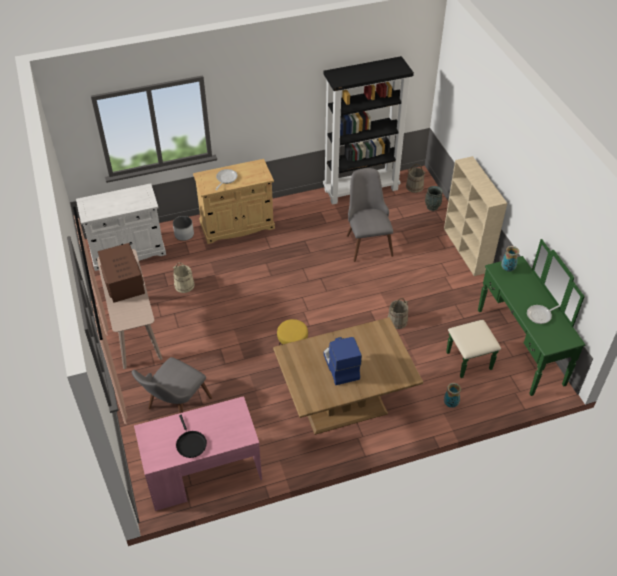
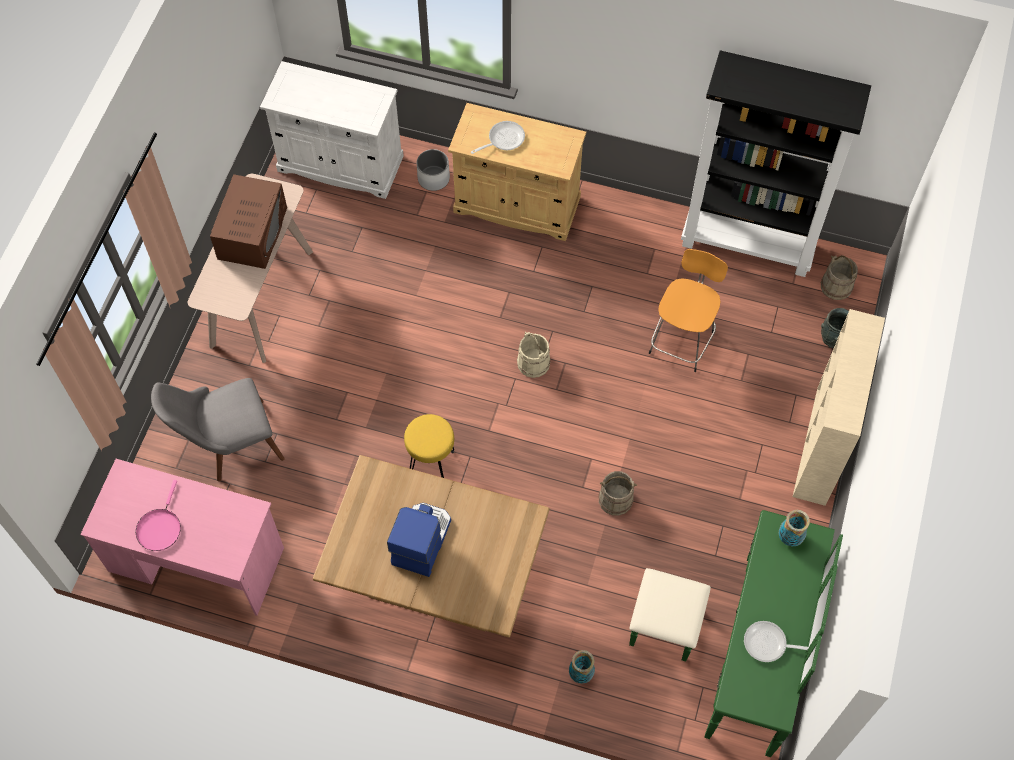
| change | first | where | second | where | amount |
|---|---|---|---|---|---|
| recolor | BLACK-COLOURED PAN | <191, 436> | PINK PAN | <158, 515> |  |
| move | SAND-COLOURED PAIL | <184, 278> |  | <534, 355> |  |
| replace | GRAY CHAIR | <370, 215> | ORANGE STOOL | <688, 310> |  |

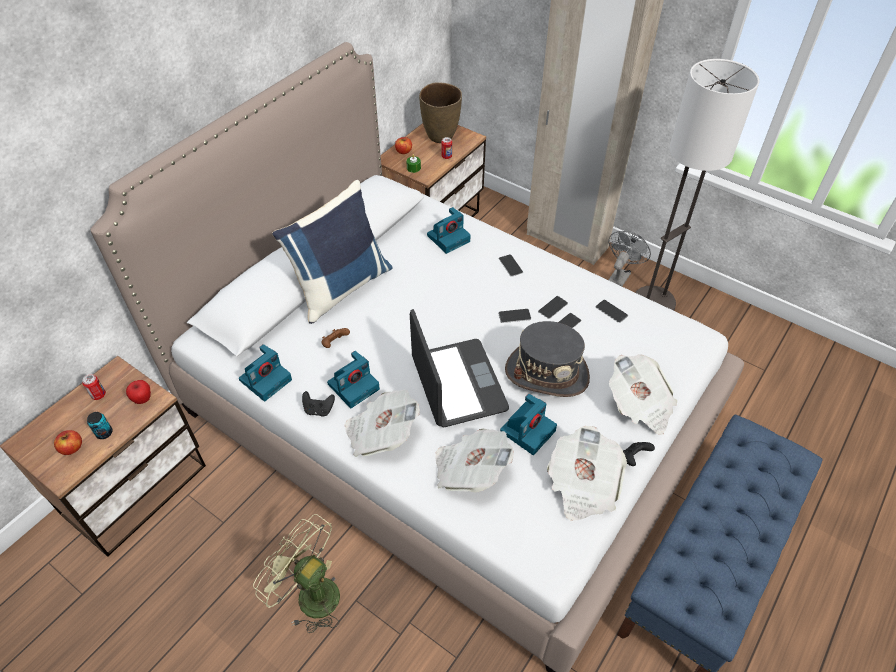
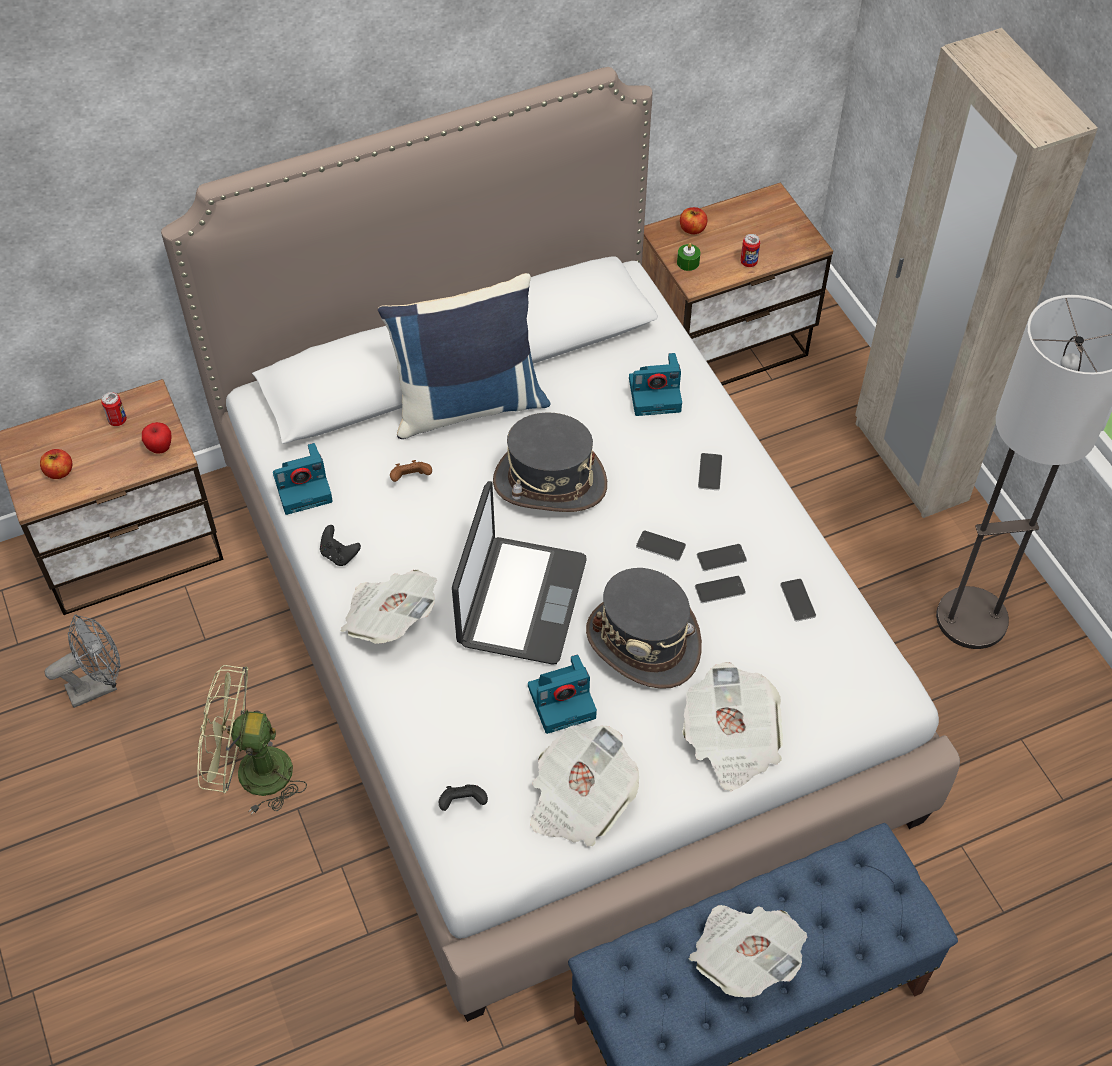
| change | first | where | second | where | amount |
|---|---|---|---|---|---|
| move | GRAY ELECTRIC FAN | <630, 258> |  | <83, 661> |  |
| rotate | GREEN ELECTRIC FAN | <296, 573> |  | <252, 740> | 60 degrees counterclockwise |
| move | BLACK-COLOURED GAME CONTROLLER | <639, 454> |  | <463, 797> |  |
| insert |  |  | GRAY HAT | <550, 462> |  |
| move | NEWSPAPER | <474, 460> |  | <748, 951> |  |
| delete | SEALED CAN | <100, 425> |  |  |  |
| delete | PHOTO CAMERA | <353, 379> |  |  |  |
| delete | BROWNISH FLOWER VASE | <440, 112> |  |  |  |

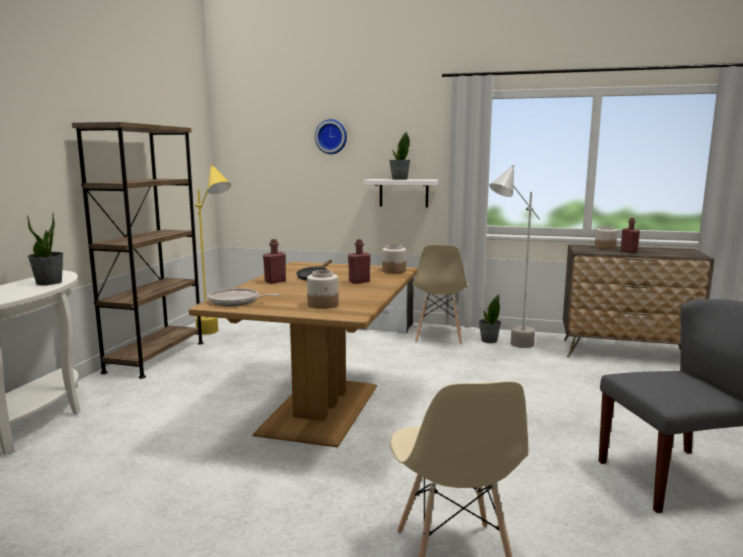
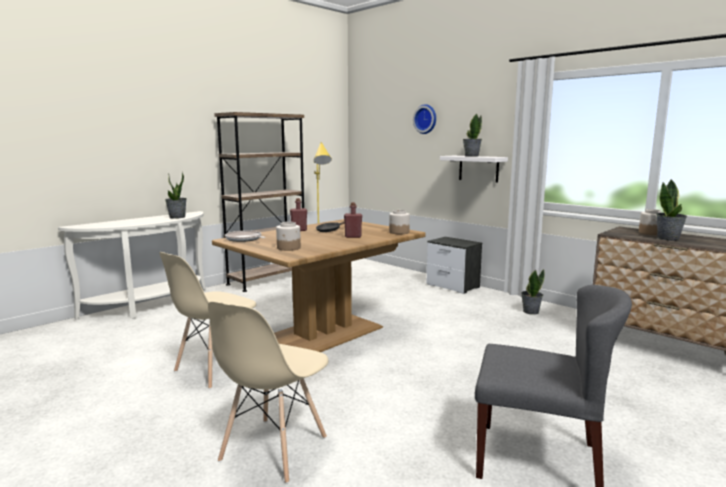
| change | first | where | second | where | amount |
|---|---|---|---|---|---|
| move | SAND-COLOURED CHAIR | <441, 295> |  | <207, 320> |  |
| replace | RED-COLOURED BOTTLE | <630, 235> | POTTED PLANT | <671, 210> |  |
| delete | GRAY STANDARD LAMP | <514, 256> |  |  |  |

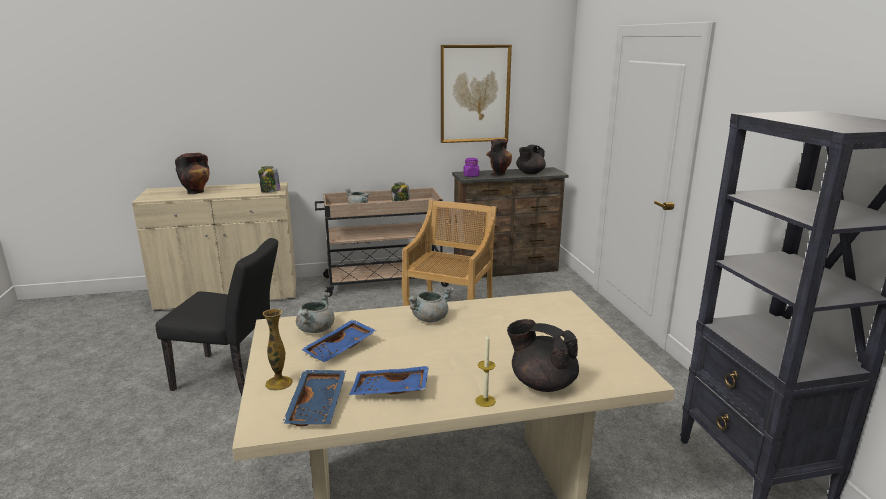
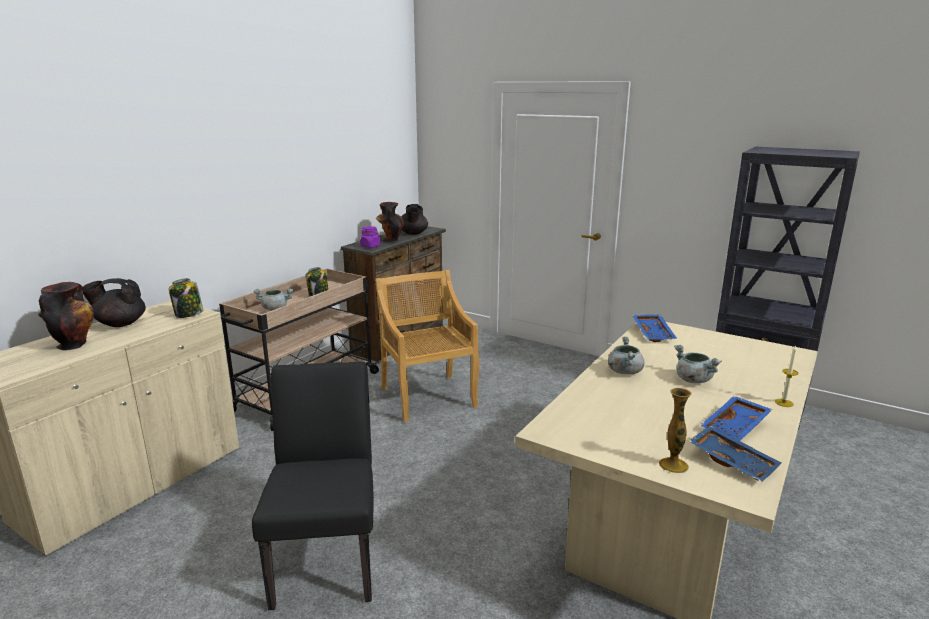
| change | first | where | second | where | amount |
|---|---|---|---|---|---|
| move | BLACK-COLOURED POT FOR TEA | <543, 355> |  | <114, 302> |  |
| rotate | BLACK-COLOURED CHAIR | <216, 317> |  | <313, 486> | 60 degrees counterclockwise |
| move | BLUE TRAY | <338, 340> |  | <654, 328> |  |
| move | GRAY COOKING POT | <315, 312> |  | <698, 364> |  |
| delete | WALL ART | <476, 94> |  |  |  |

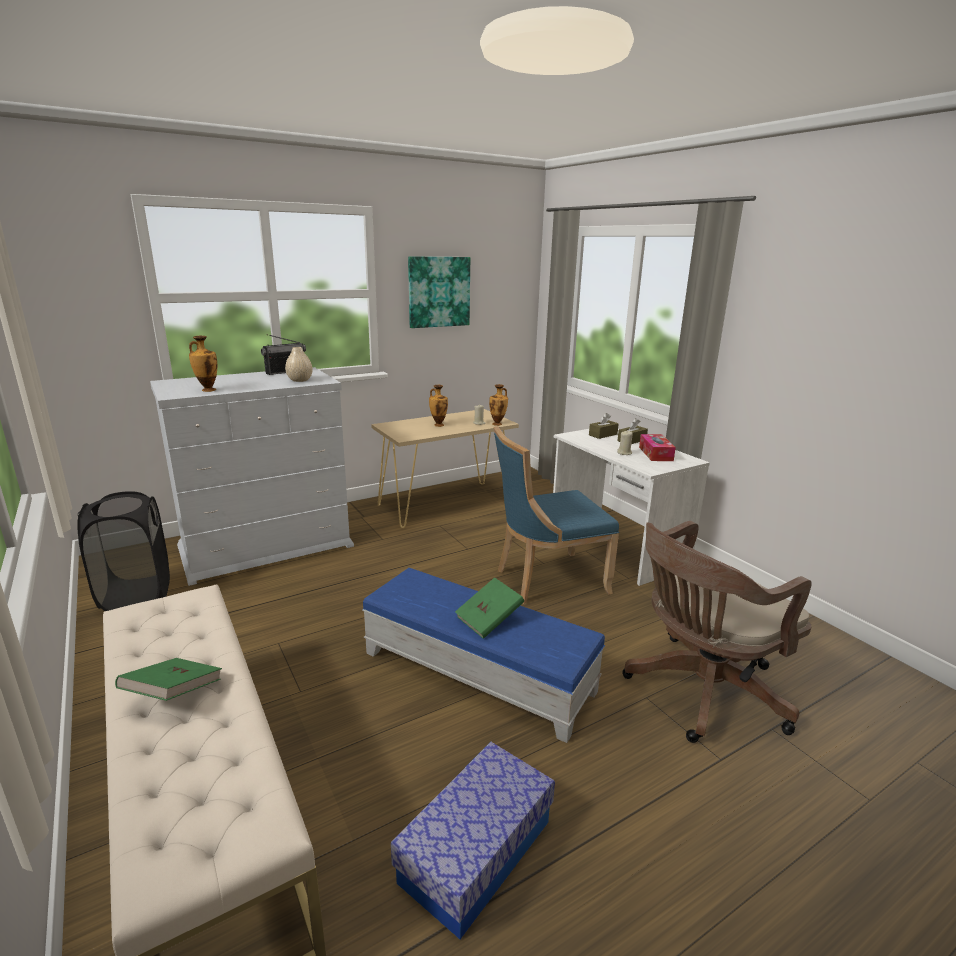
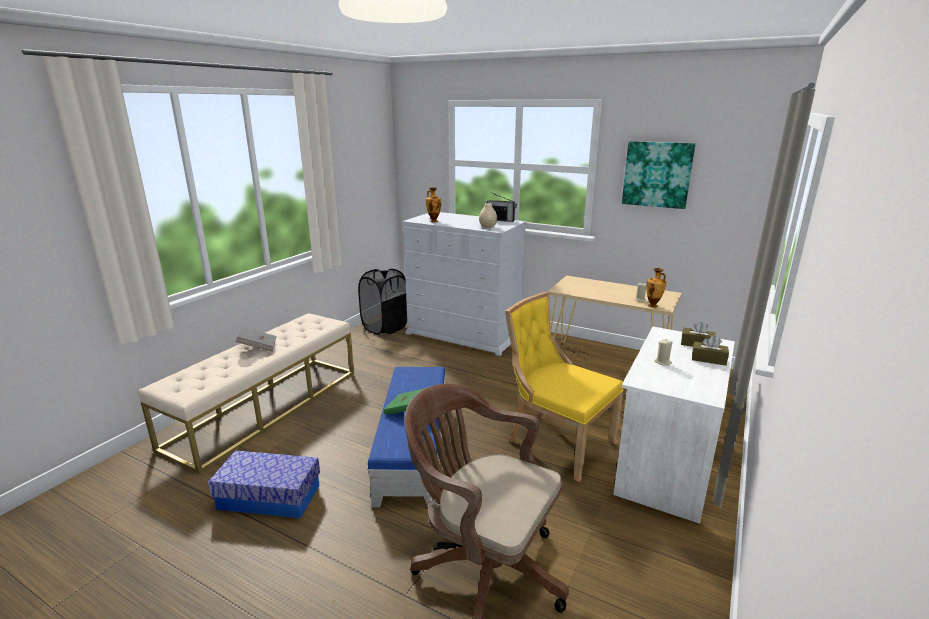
| change | first | where | second | where | amount |
|---|---|---|---|---|---|
| recolor | GREEN BOOK | <168, 679> | GRAY BOOK | <256, 338> |  |
| recolor | BLUE CHAIR | <556, 515> | YELLOW-COLOURED CHAIR | <564, 387> |  |
| delete | FLOWER VASE | <438, 406> |  |  |  |
| delete | TISSUE HOLDER | <657, 447> |  |  |  |

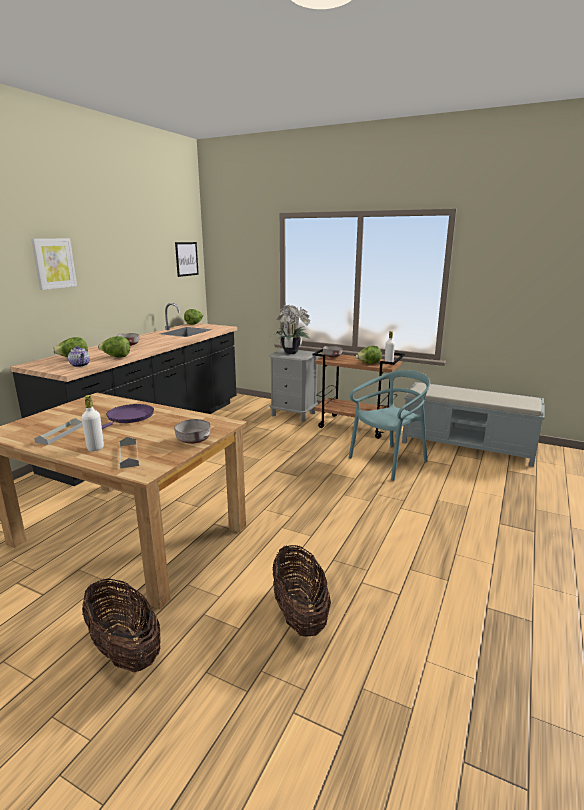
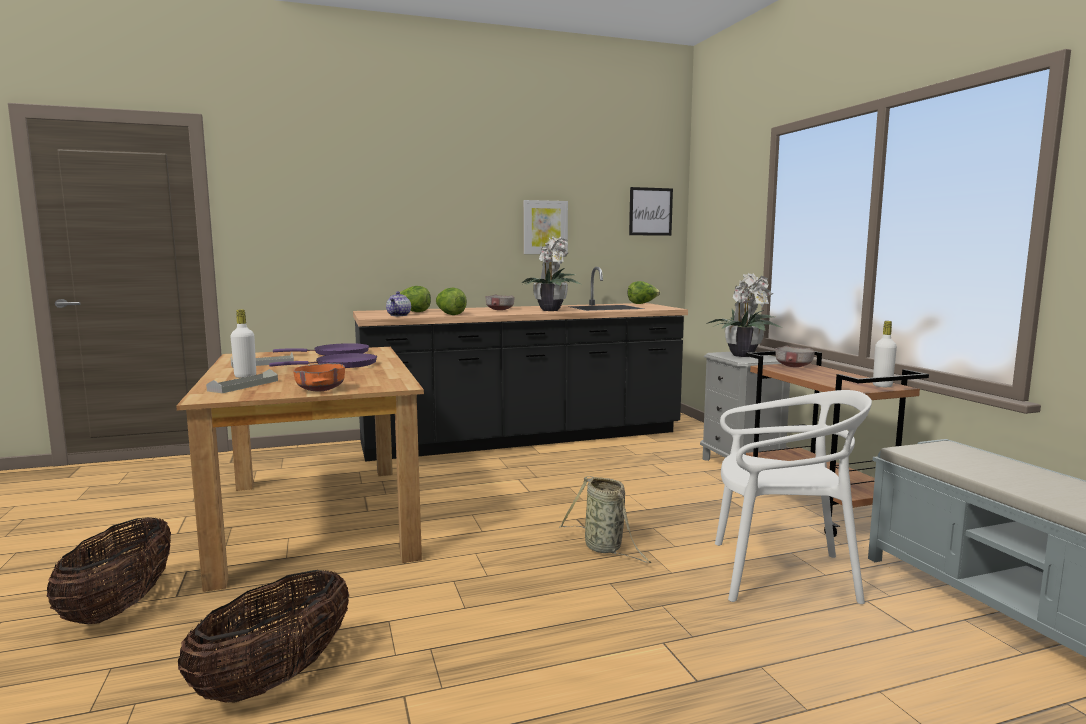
| change | first | where | second | where | amount |
|---|---|---|---|---|---|
| insert |  |  | PURPLE PAN | <321, 349> |  |
| recolor | GRAY DEEP DISH | <192, 431> | ORANGE DEEP DISH | <319, 377> |  |
| insert |  |  | POTTED PLANT | <551, 273> |  |
| move | WALL ART | <54, 264> |  | <545, 227> |  |
| insert |  |  | BASKET | <605, 519> |  |
| recolor | BLUE-GREEN CHAIR | <389, 425> | WHITE-COLOURED CHAIR | <793, 497> |  |
| delete | LETTUCE | <369, 355> |  |  |  |

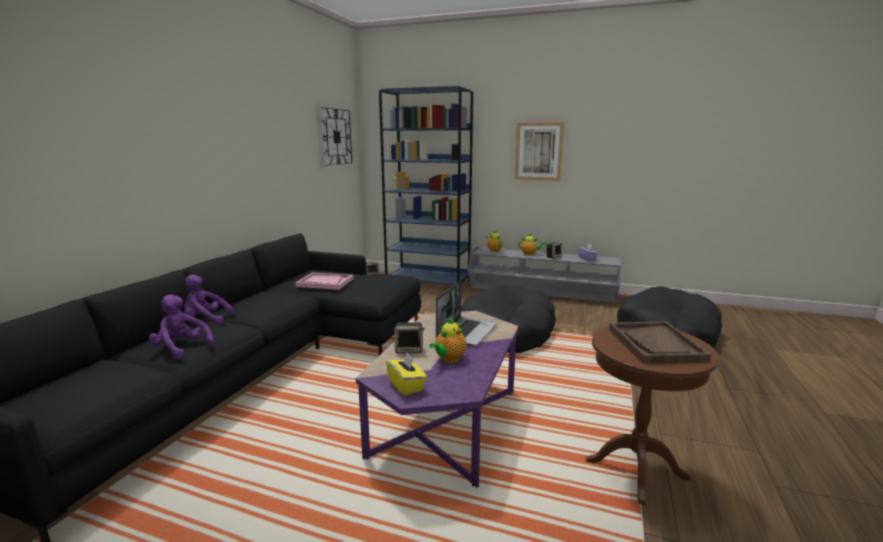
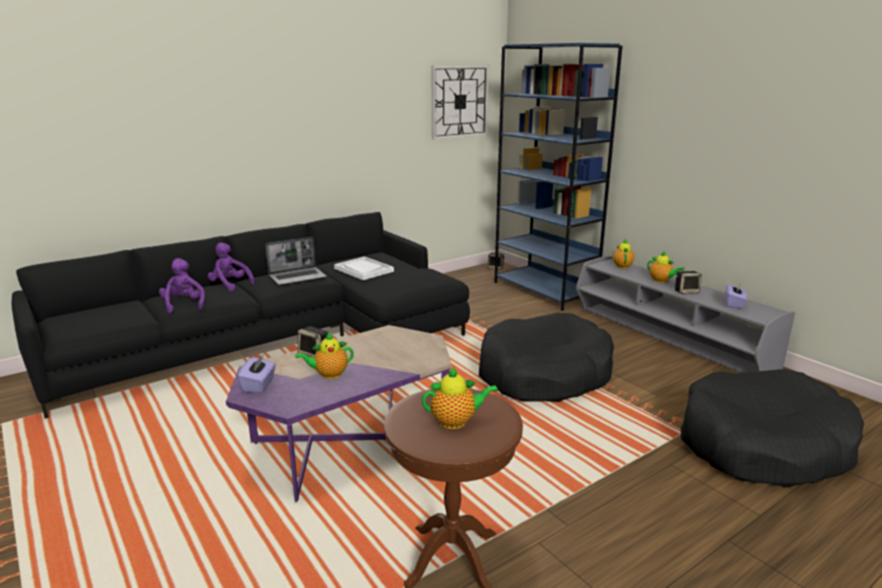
| change | first | where | second | where | amount |
|---|---|---|---|---|---|
| recolor | YELLOW-COLOURED TISSUE HOLDER | <406, 374> | PURPLE TISSUE HOLDER | <256, 373> |  |
| move | LAPTOP | <466, 314> |  | <296, 261> |  |
| recolor | PINK TRAY | <324, 281> | WHITE-COLOURED TRAY | <364, 268> |  |
| replace | BROWNISH TRAY | <660, 343> | POT FOR TEA | <460, 398> |  |
| delete | WALL ART | <539, 151> |  |  |  |

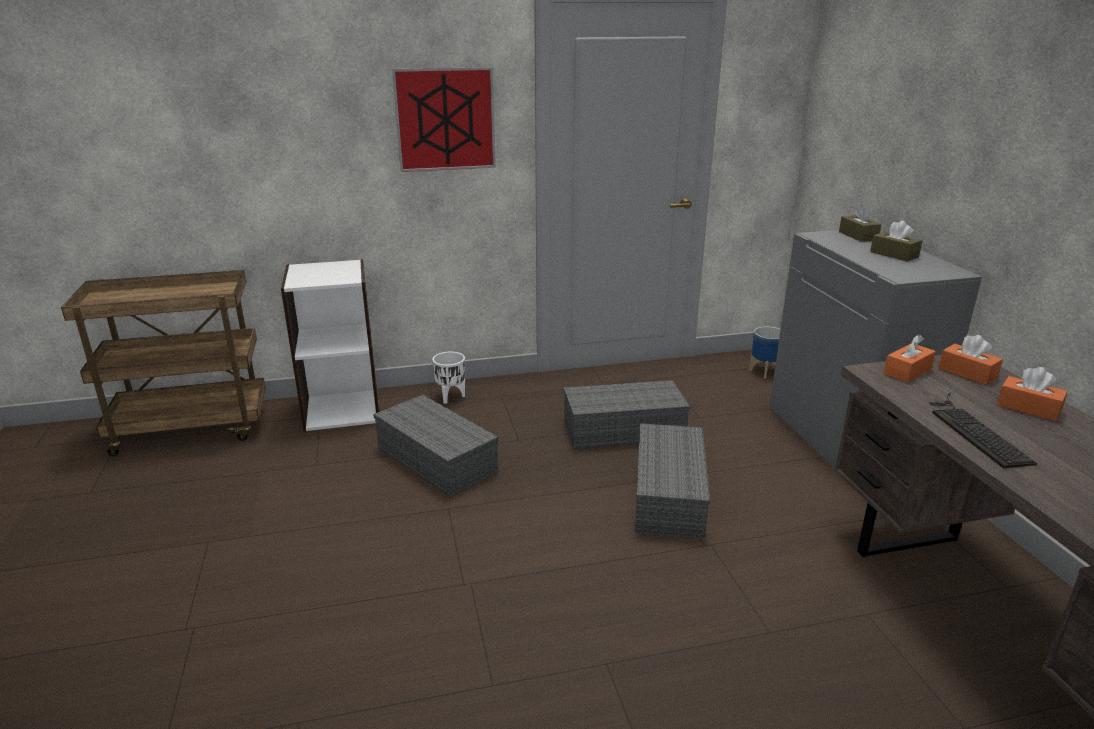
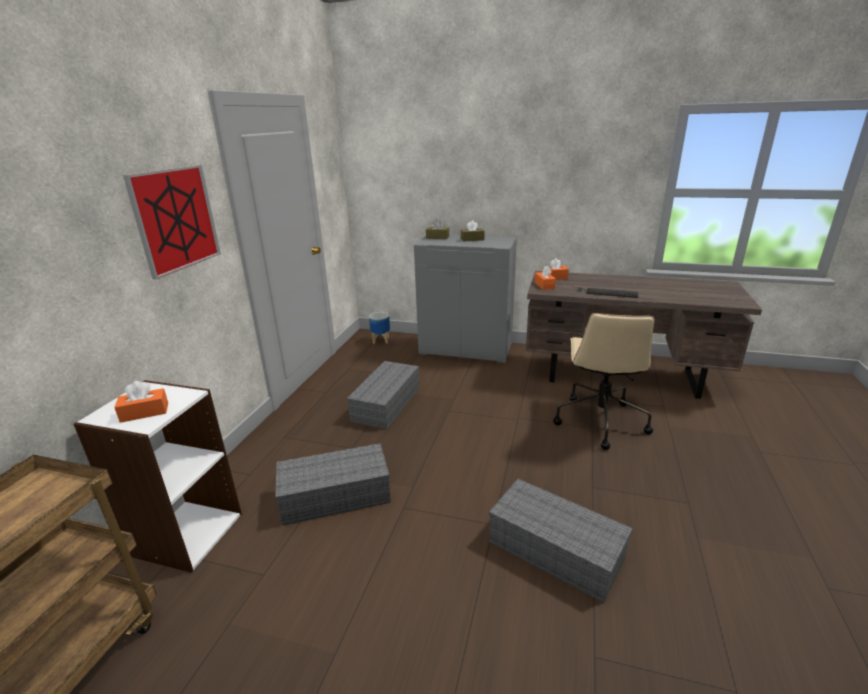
| change | first | where | second | where | amount |
|---|---|---|---|---|---|
| move | ORANGE TISSUE HOLDER | <1032, 394> |  | <141, 402> |  |
| move | GRAY STORAGE BOX | <672, 481> |  | <561, 541> |  |
| insert |  |  | SAND-COLOURED COMPUTER CHAIR | <603, 381> |  |
| delete | WHITE-COLOURED PLANTER | <448, 378> |  |  |  |

